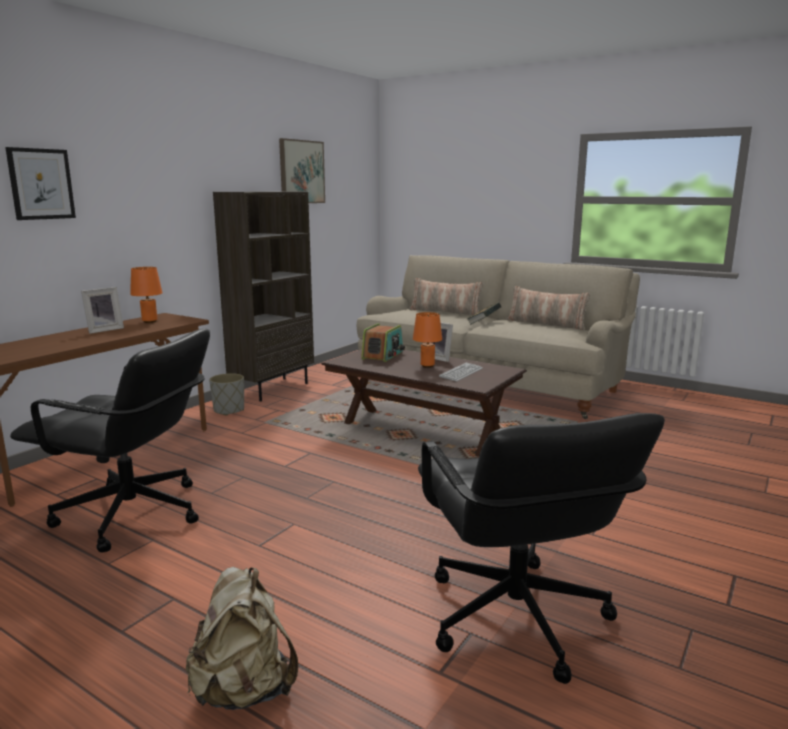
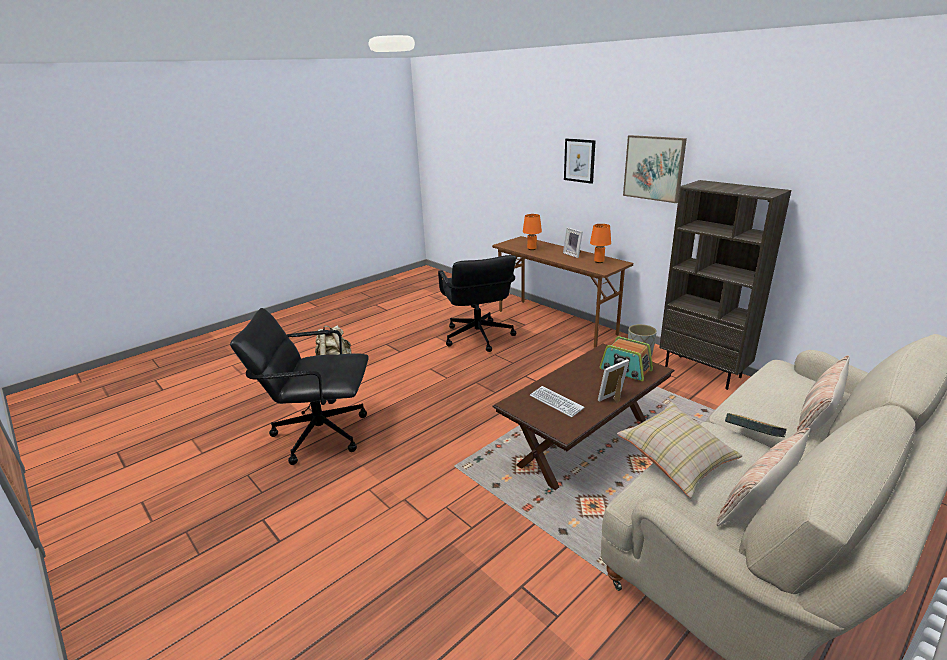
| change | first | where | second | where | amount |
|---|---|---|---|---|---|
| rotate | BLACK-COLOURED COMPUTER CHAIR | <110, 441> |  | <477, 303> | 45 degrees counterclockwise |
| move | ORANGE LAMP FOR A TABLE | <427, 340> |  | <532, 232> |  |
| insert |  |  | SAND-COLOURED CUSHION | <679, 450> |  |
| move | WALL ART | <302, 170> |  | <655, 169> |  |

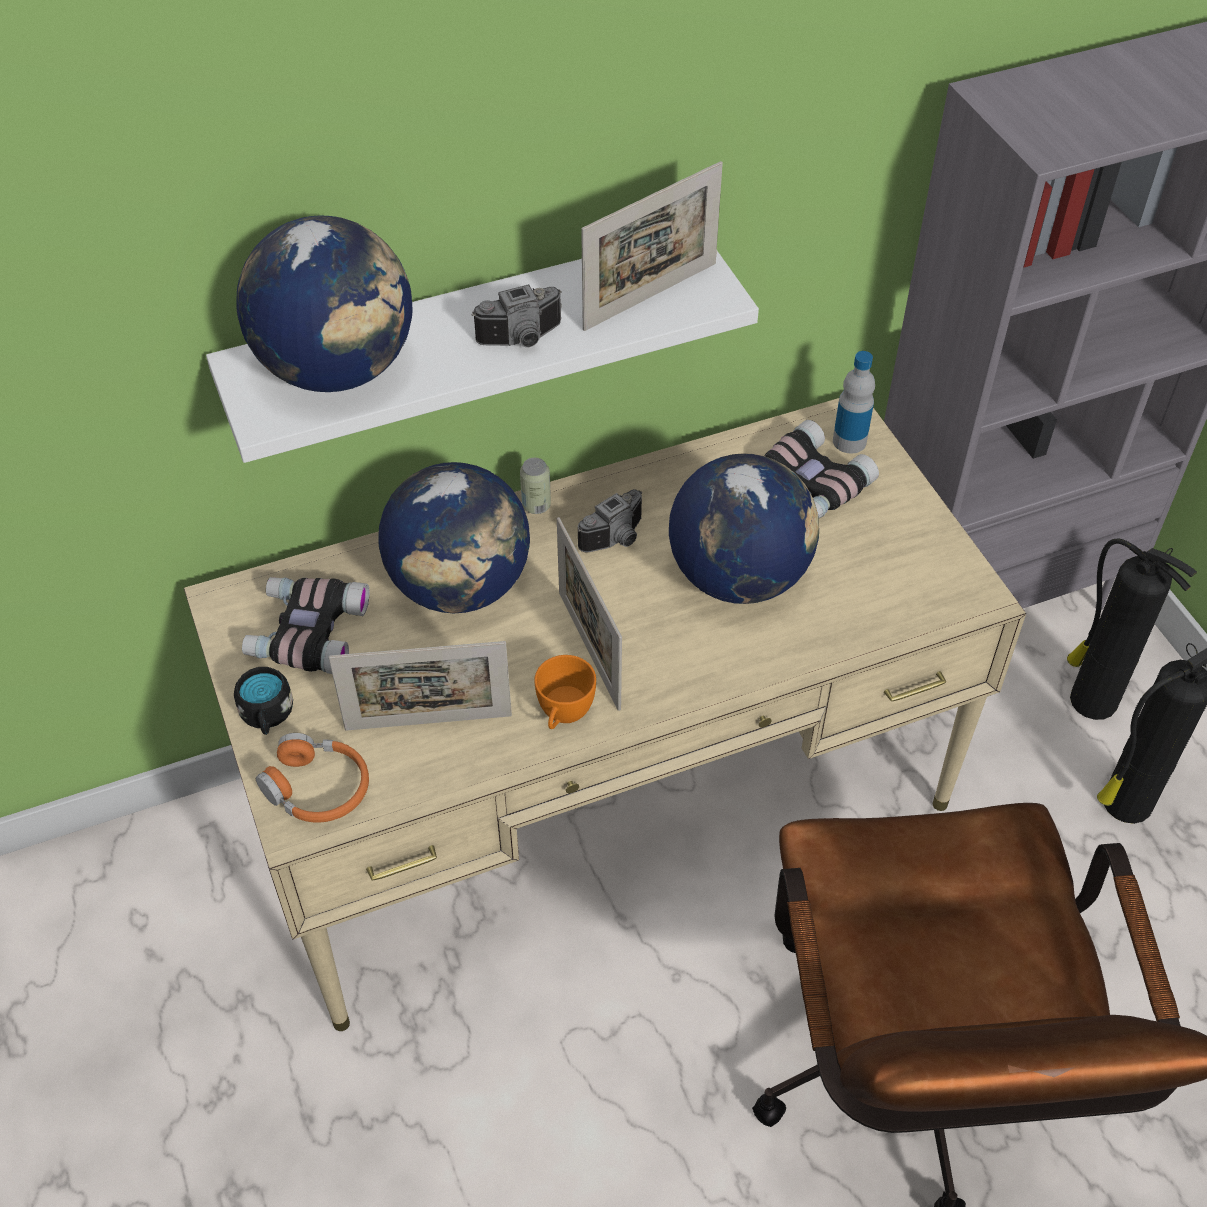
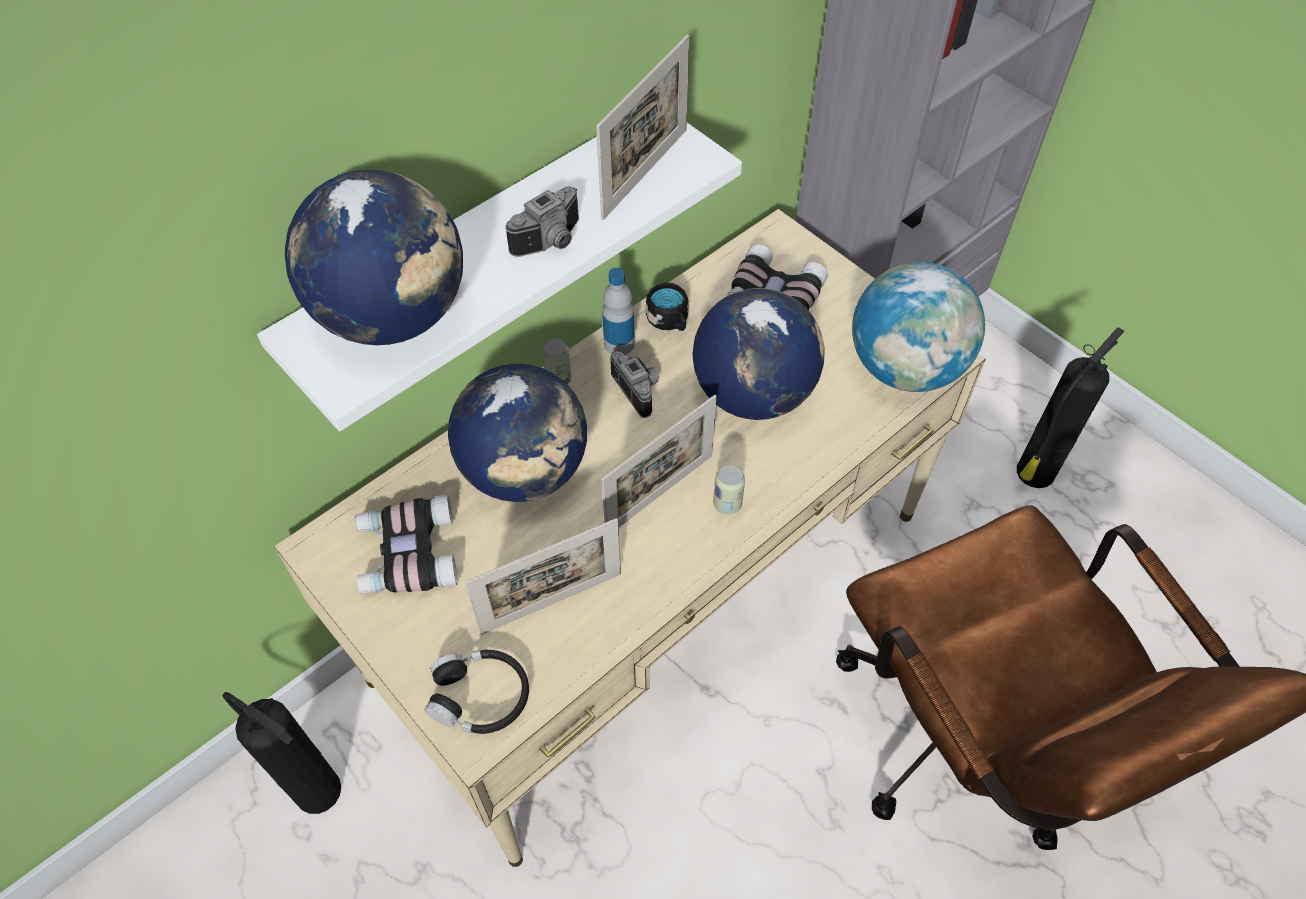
| change | first | where | second | where | amount |
|---|---|---|---|---|---|
| move | FIRE-FIGHTING CYLINDER | <1132, 629> |  | <282, 753> |  |
| recolor | ORANGE HEADPHONES | <312, 778> | BLACK-COLOURED HEADPHONES | <476, 692> |  |
| rotate | PHOTO FRAME | <589, 614> |  | <659, 461> | 90 degrees counterclockwise |
| move | BOTTLE | <854, 402> |  | <618, 311> |  |
| rotate | PHOTO CAMERA | <610, 520> |  | <634, 384> | 60 degrees counterclockwise |
| move | BLACK-COLOURED COFFEE MUG | <263, 701> |  | <667, 307> |  |
| insert |  |  | SEALED CAN | <729, 489> |  |
| insert |  |  | WORLD GLOBE | <918, 327> |  |
| delete | ORANGE SMALL CUP | <565, 692> |  |  |  |

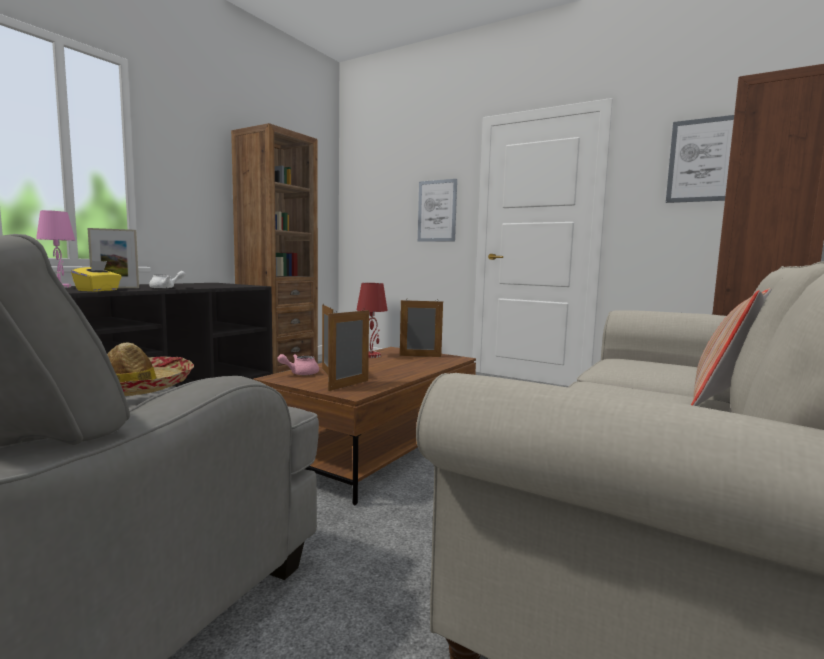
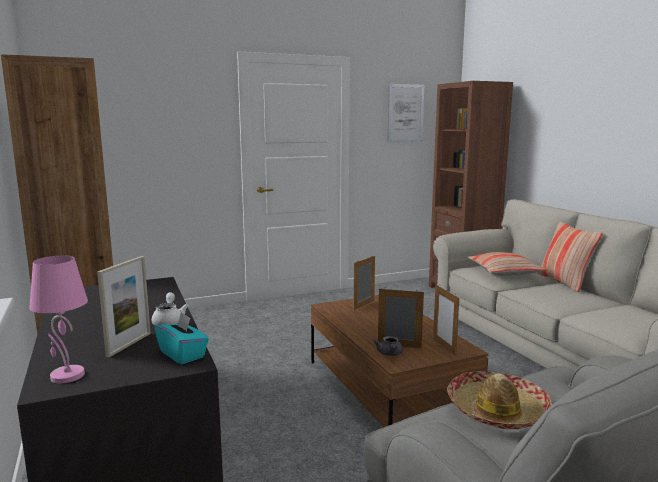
| change | first | where | second | where | amount |
|---|---|---|---|---|---|
| recolor | YELLOW-COLOURED TISSUE HOLDER | <96, 276> | BLUE-GREEN TISSUE HOLDER | <182, 338> |  |
| recolor | PINK POT FOR TEA | <298, 364> | GRAY POT FOR TEA | <388, 346> |  |
| insert |  |  | CUSHION | <507, 264> |  |
| delete | RED-COLOURED LAMP FOR A TABLE | <372, 320> |  |  |  |
| delete | WALL ART | <437, 210> |  |  |  |

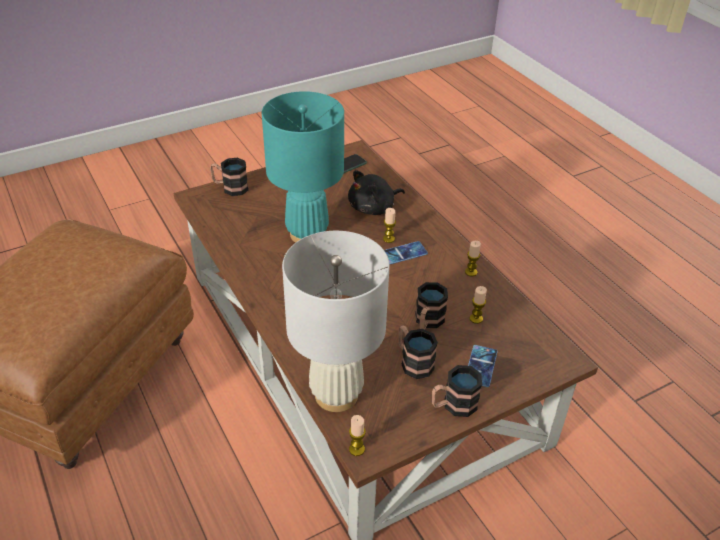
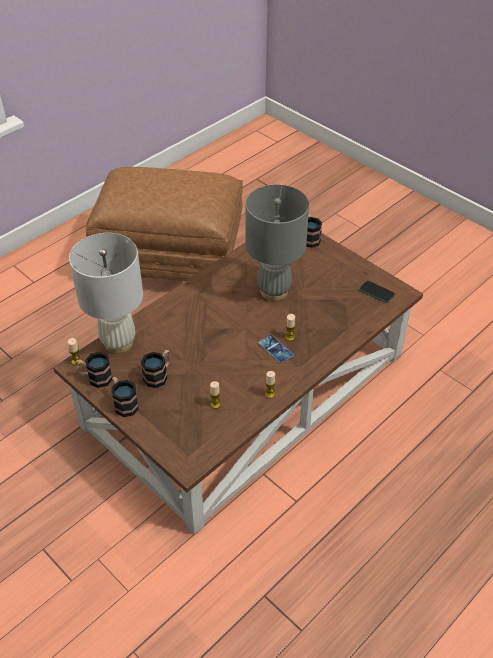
| change | first | where | second | where | amount |
|---|---|---|---|---|---|
| move | COFFEE MUG | <431, 306> |  | <93, 370> |  |
| recolor | BLUE-GREEN LAMP FOR A TABLE | <303, 167> | GRAY LAMP FOR A TABLE | <277, 243> |  |
| delete | BLACK-COLOURED PLUSH TOY | <376, 192> |  |  |  |
| delete | HANDSET | <483, 366> |  |  |  |

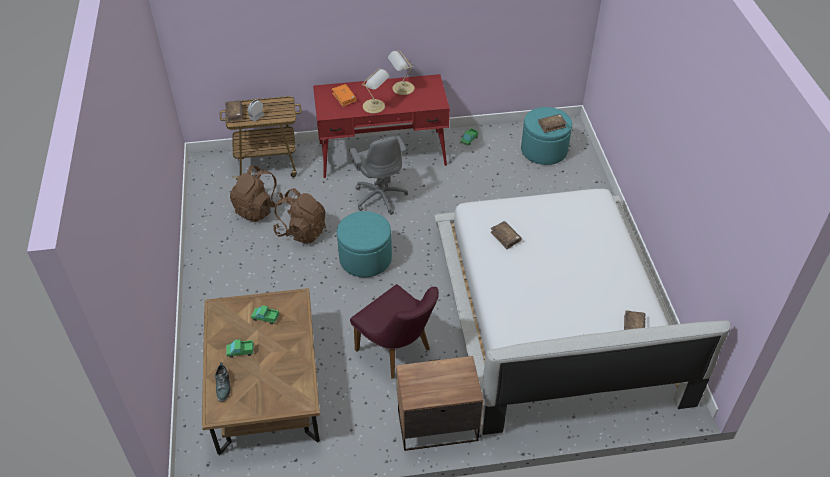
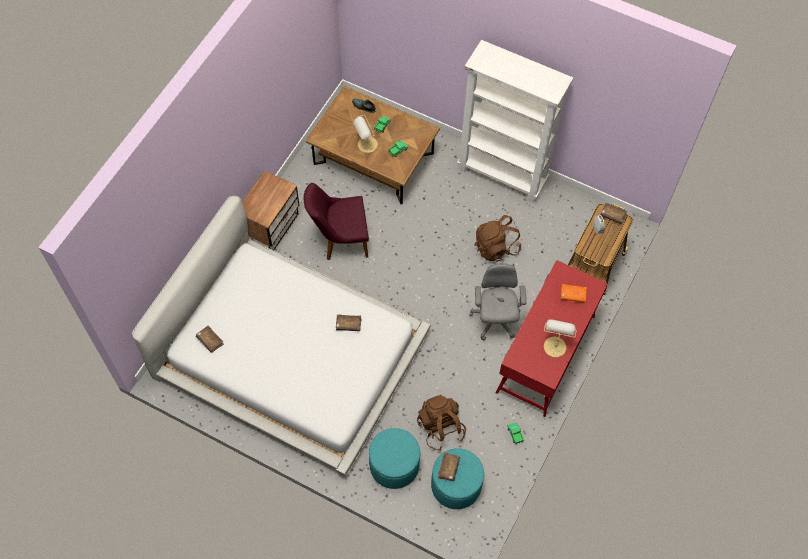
| change | first | where | second | where | amount |
|---|---|---|---|---|---|
| move | LAMP FOR A TABLE | <375, 91> |  | <365, 134> |  |
| move | BLUE-GREEN POUFFE | <364, 244> |  | <394, 458> |  |
| move | BROWNISH KNAPSACK | <257, 194> |  | <441, 422> |  |
| insert |  |  | WHITE-COLOURED BOOKCASE | <515, 121> |  |
| rotate | GRAY COMPUTER CHAIR | <378, 175> |  | <498, 301> | 75 degrees clockwise |

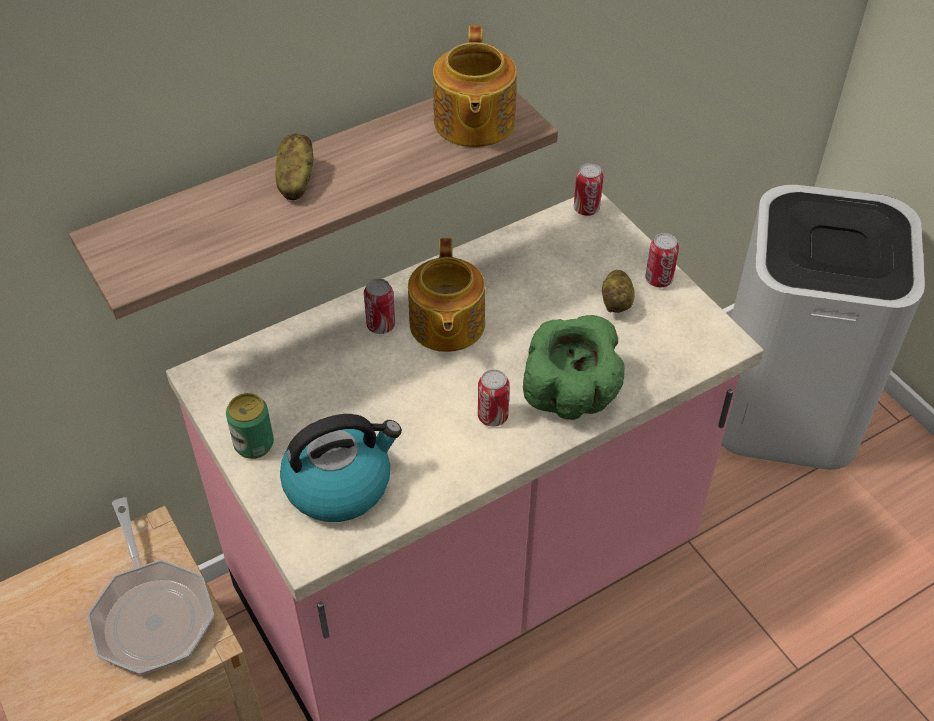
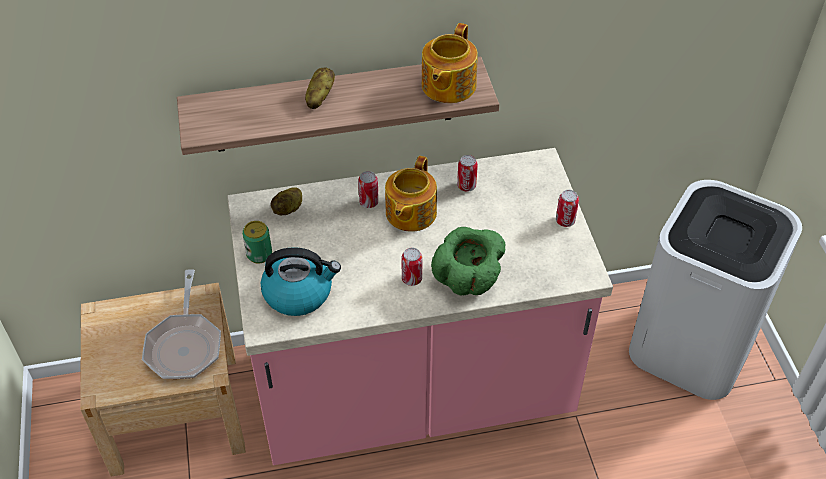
| change | first | where | second | where | amount |
|---|---|---|---|---|---|
| move | WHOLE POTATO | <618, 291> |  | <286, 201> |  |
| move | SEALED CAN | <588, 189> |  | <467, 173> |  |

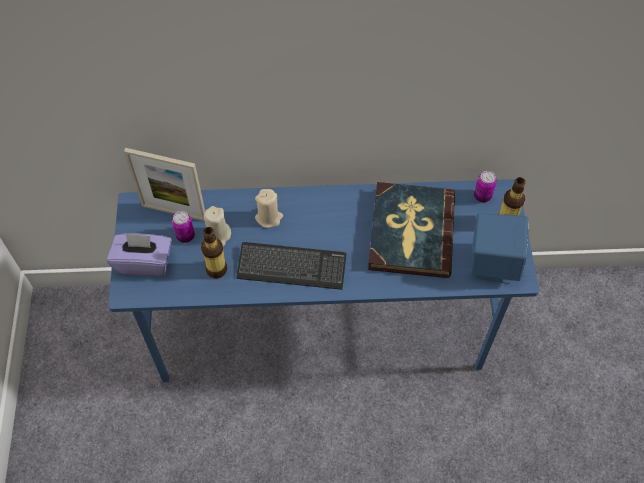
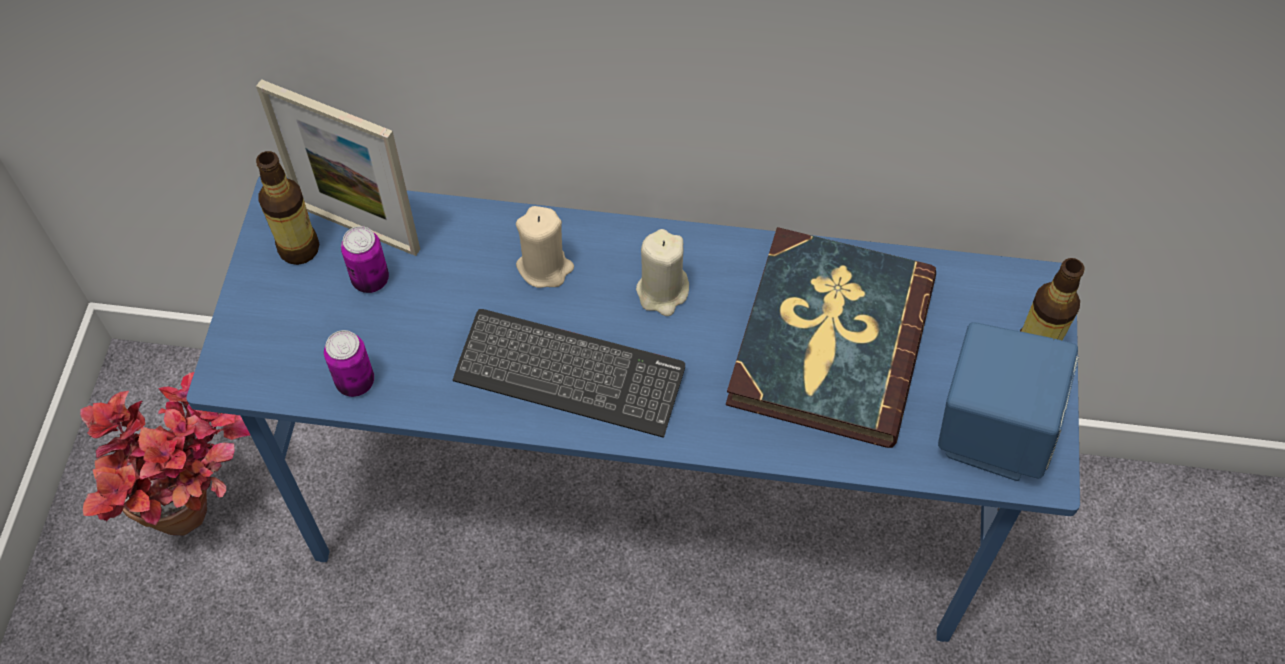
| change | first | where | second | where | amount |
|---|---|---|---|---|---|
| insert |  |  | POTTED PLANT | <165, 454> |  |
| move | BOTTLE | <214, 252> |  | <287, 208> |  |
| move | SEALED CAN | <485, 187> |  | <349, 363> |  |
| move | SAND-COLOURED WAX LIGHT | <217, 226> |  | <662, 272> |  |
| delete | PURPLE TISSUE HOLDER | <139, 254> |  |  |  |

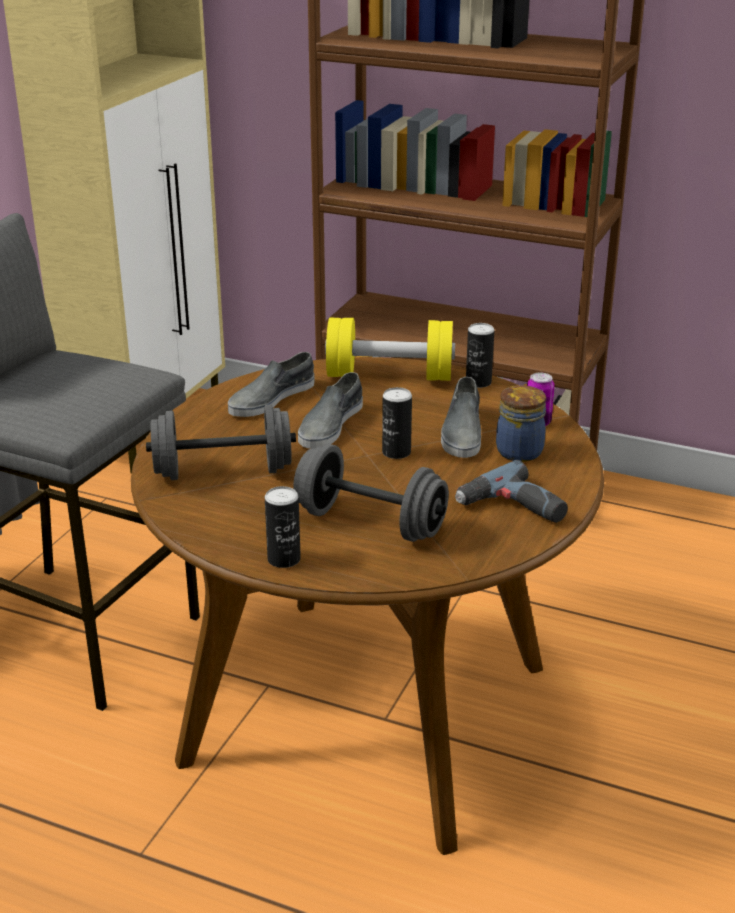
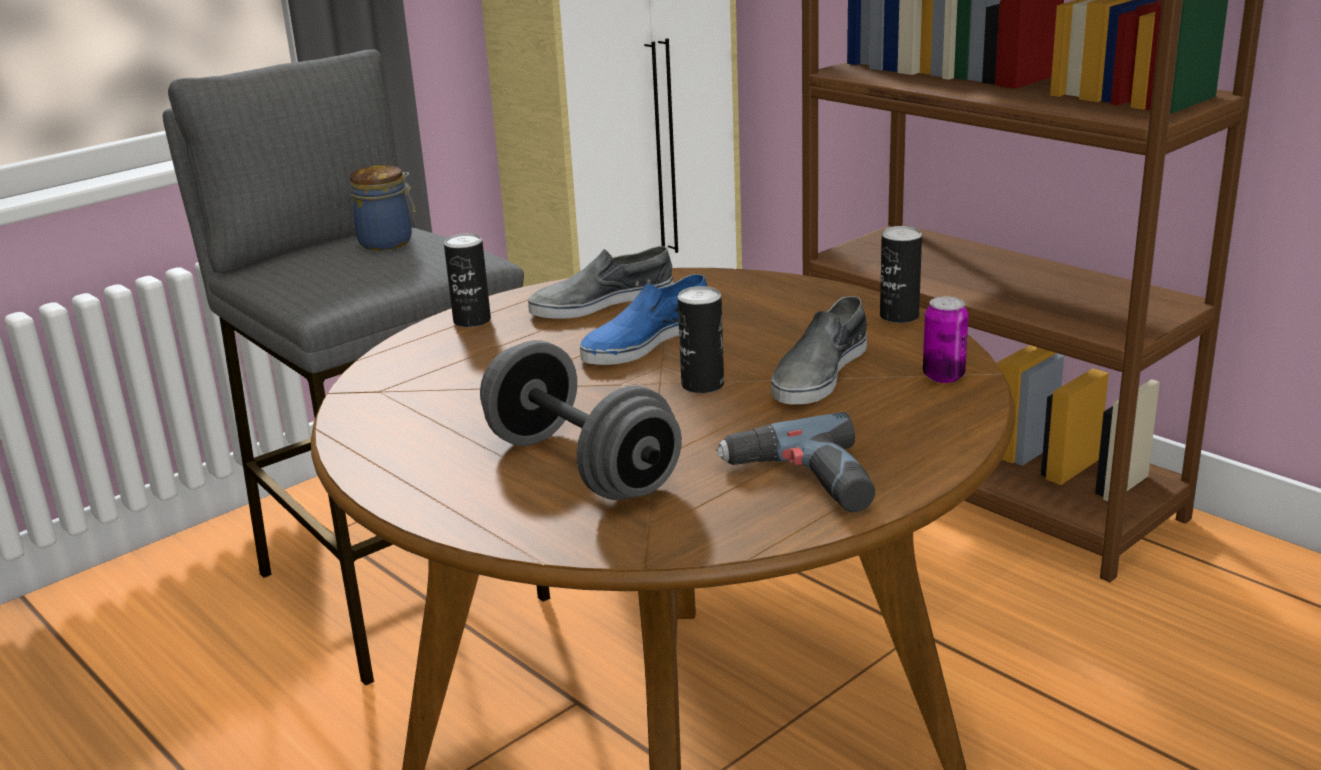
| change | first | where | second | where | amount |
|---|---|---|---|---|---|
| move | JAR | <521, 423> |  | <383, 207> |  |
| move | SEALED CAN | <283, 527> |  | <467, 280> |  |
| recolor | GRAY ITEM OF FOOTWEAR | <330, 410> | BLUE ITEM OF FOOTWEAR | <643, 319> |  |
| delete | GRAY FREE WEIGHT | <221, 442> |  |  |  |
| delete | YELLOW-COLOURED FREE WEIGHT | <390, 349> |  |  |  |

